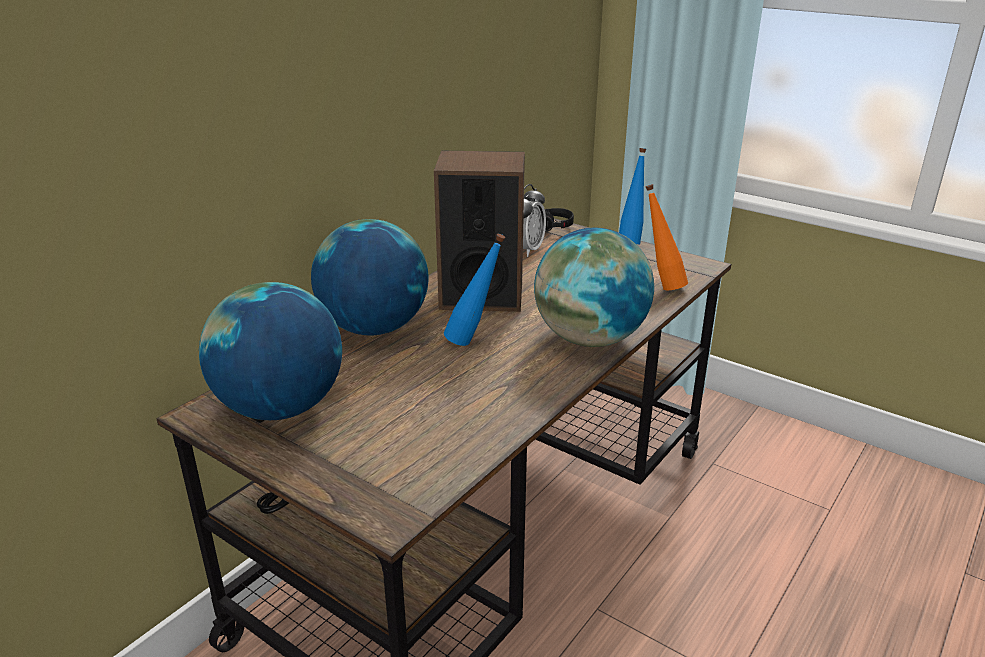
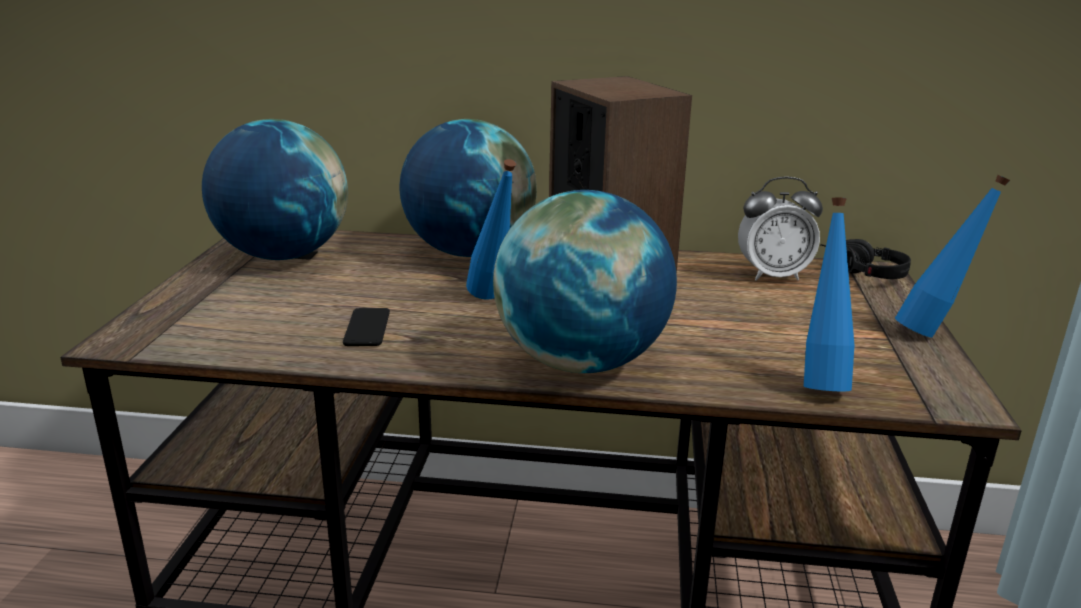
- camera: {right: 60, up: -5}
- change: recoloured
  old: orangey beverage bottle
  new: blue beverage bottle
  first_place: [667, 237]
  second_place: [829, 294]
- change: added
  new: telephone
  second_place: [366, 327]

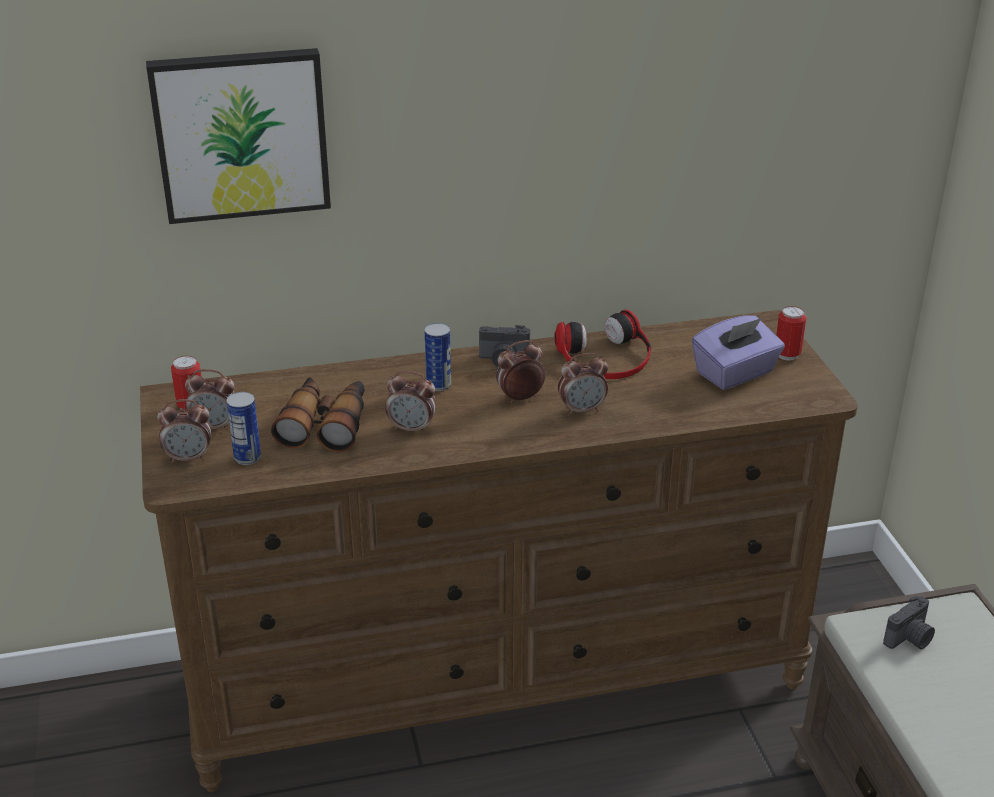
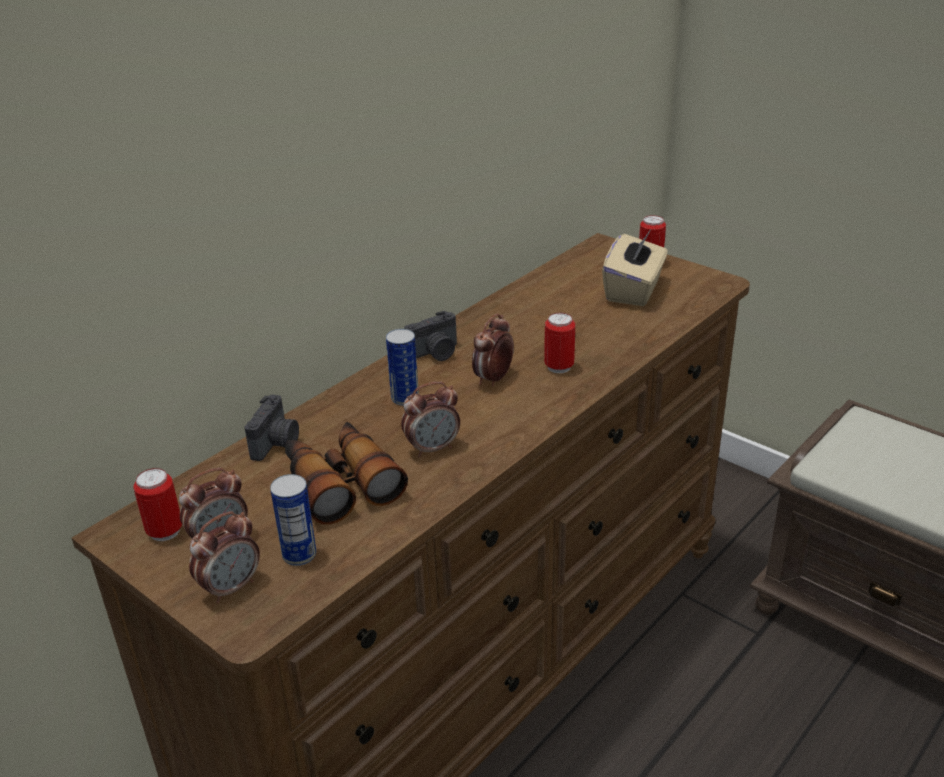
- camera: {right: -35, up: 0}
- change: removed
  old: wall art
  first_place: [238, 136]
- change: removed
  old: pair of headphones
  first_place: [602, 344]
- change: replaced
  old: bedside clock
  new: metal can
  first_place: [583, 384]
  second_place: [559, 343]
- change: recoloured
  old: purple tissue holder
  new: beige tissue holder
  first_place: [738, 352]
  second_place: [635, 268]
- change: moved
  old: photo camera
  first_place: [909, 622]
  second_place: [271, 427]

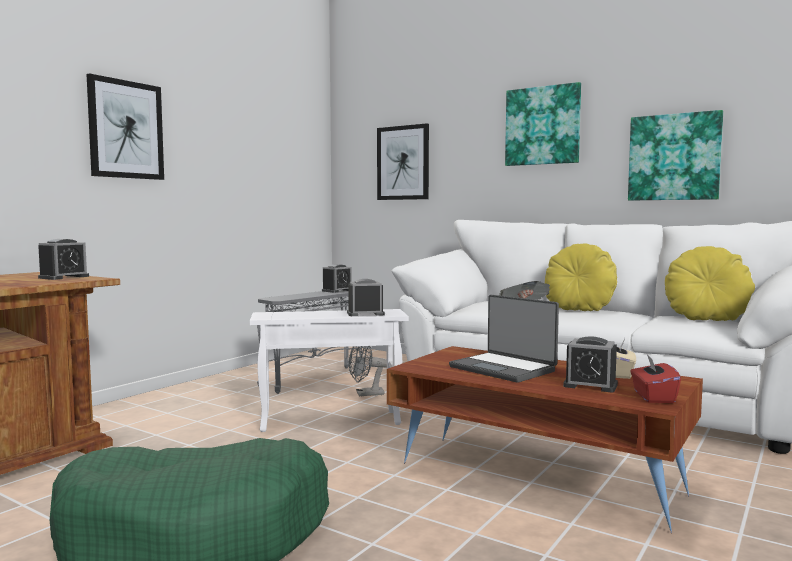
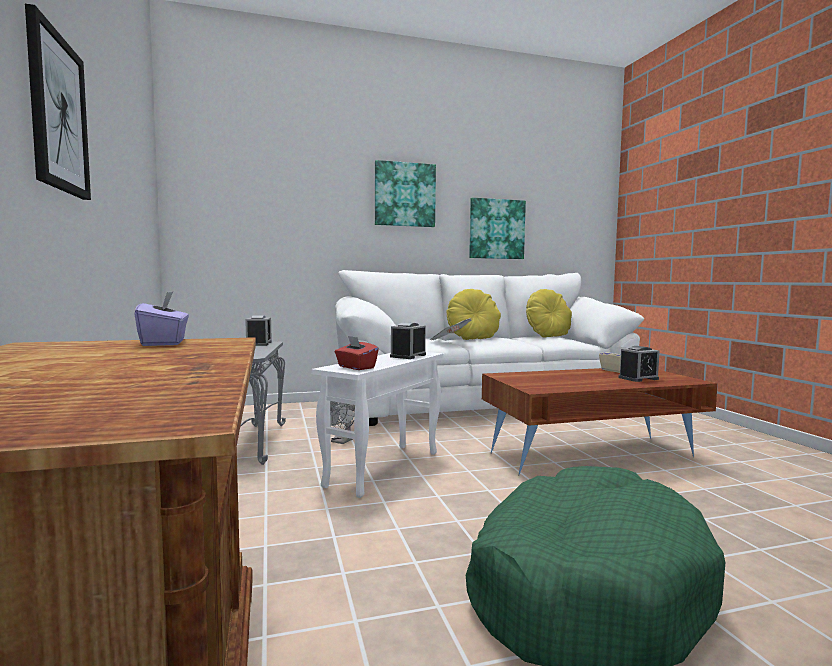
- camera: {right: -50, up: 0}
- change: replaced
  old: bedside clock
  new: purple tissue holder
  first_place: [63, 259]
  second_place: [161, 319]
- change: removed
  old: wall art
  first_place: [403, 161]
- change: removed
  old: laptop
  first_place: [504, 338]
- change: moved
  old: red tissue holder
  first_place: [655, 379]
  second_place: [357, 353]

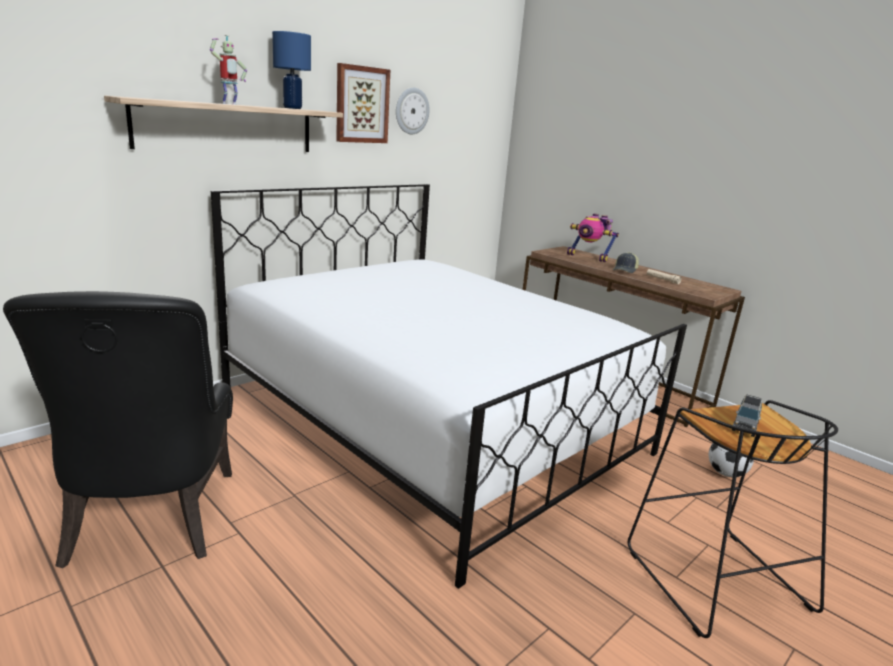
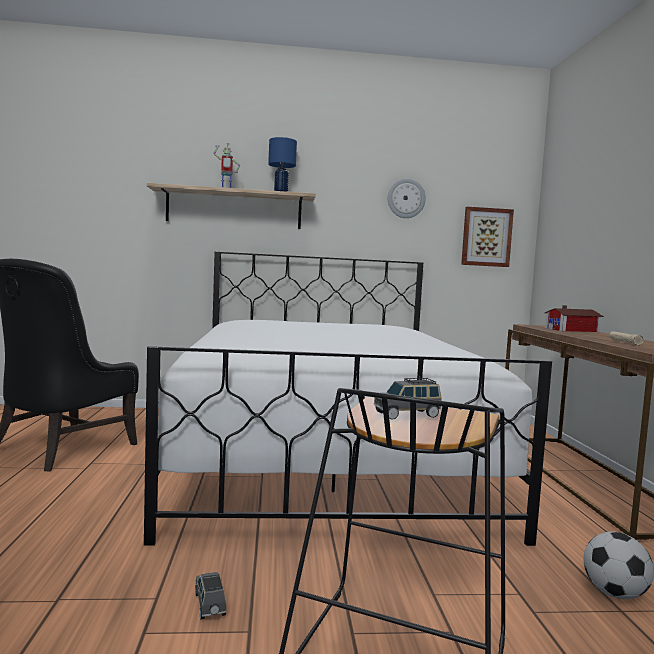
- camera: {right: 40, up: -15}
- change: moved
  old: wall art
  first_place: [363, 103]
  second_place: [487, 237]
- change: replaced
  old: toy robot
  new: toy house
  first_place: [593, 238]
  second_place: [574, 318]
- change: removed
  old: peaked cap
  first_place: [626, 262]
- change: added
  new: gray miniature car
  second_place: [210, 596]

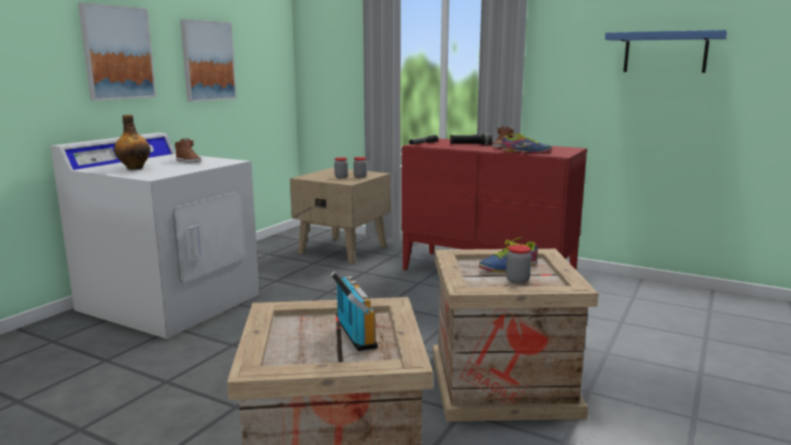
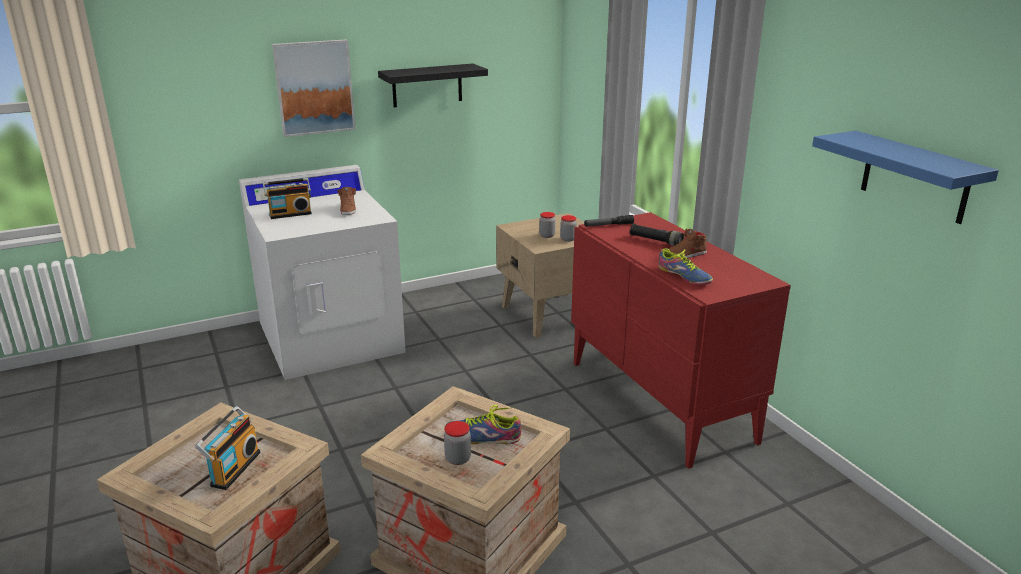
- camera: {right: 35, up: 10}
- change: replaced
  old: beverage bottle
  new: radio receiver
  first_place: [132, 142]
  second_place: [287, 198]
- change: replaced
  old: wall art
  new: black shelf
  first_place: [208, 60]
  second_place: [433, 85]

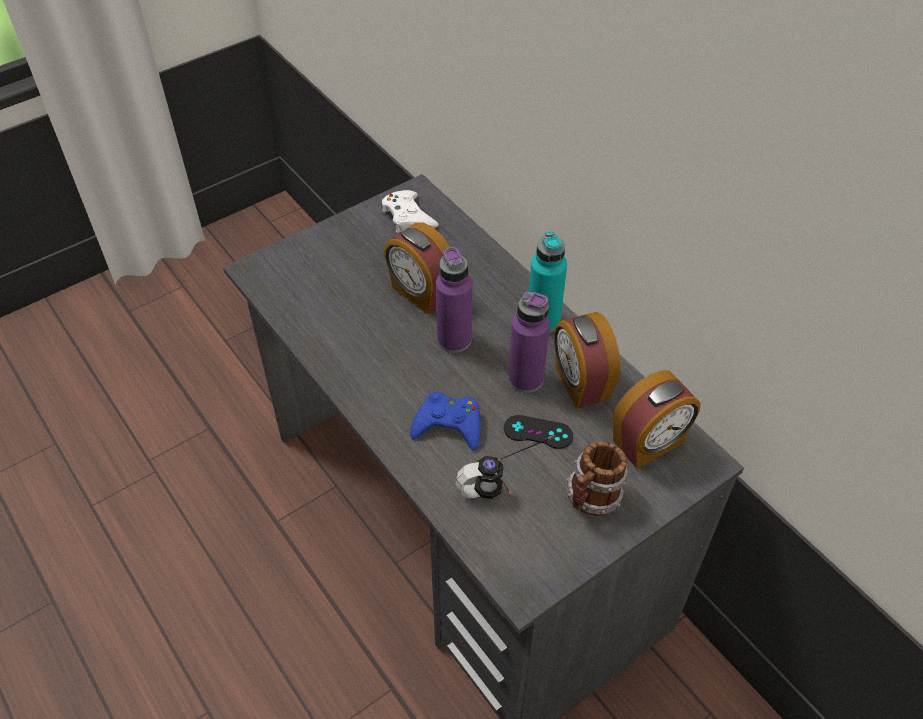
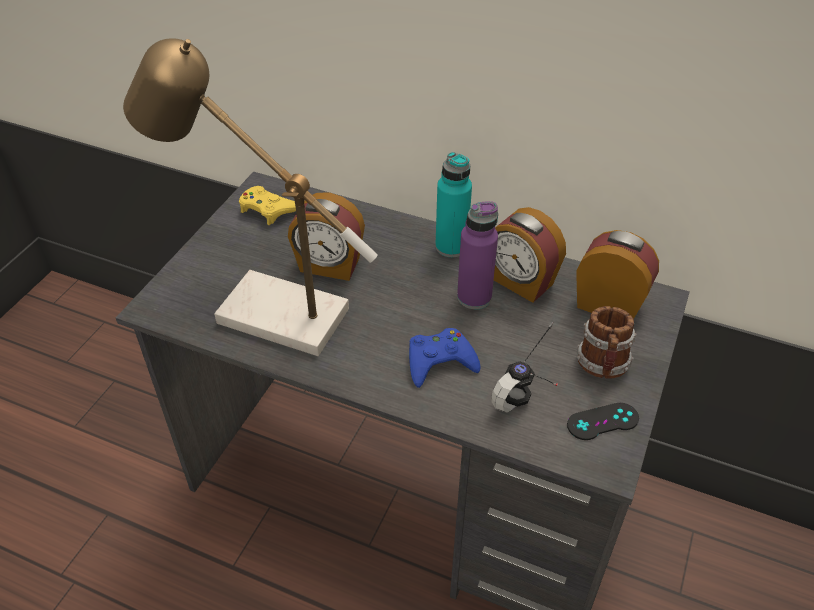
- camera: {right: -30, up: -5}
- change: recoloured
  old: white-coloured joypad
  new: yellow joypad
  first_place: [410, 211]
  second_place: [267, 205]
- change: removed
  old: purple beverage bottle
  first_place: [454, 300]
- change: moved
  old: black joypad
  first_place: [538, 432]
  second_place: [603, 421]
- change: turned
  old: bedside clock
  first_place: [656, 419]
  second_place: [617, 274]
  degrees: -90
- change: added
  new: tabletop lamp
  second_place: [250, 197]

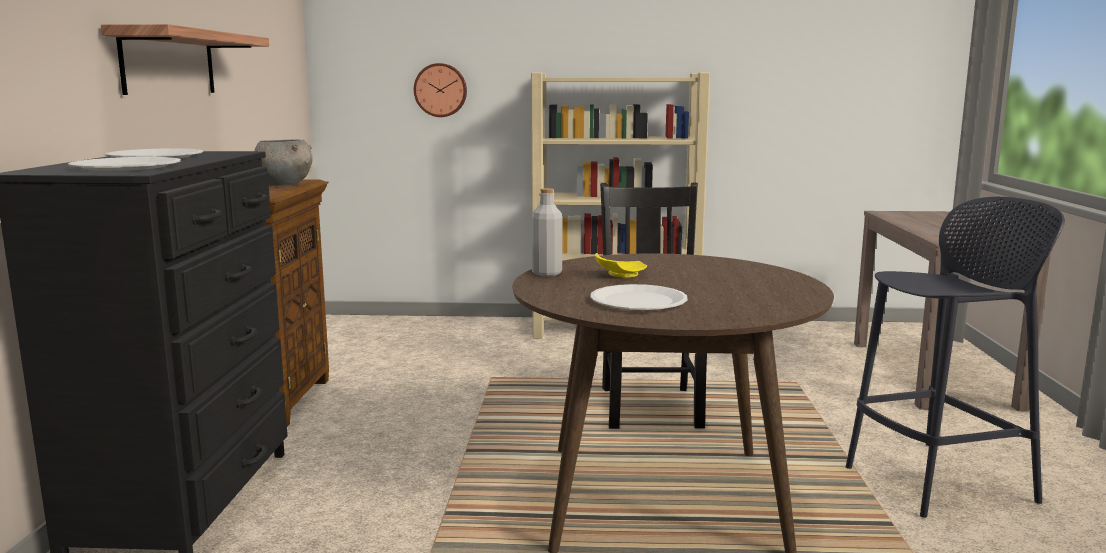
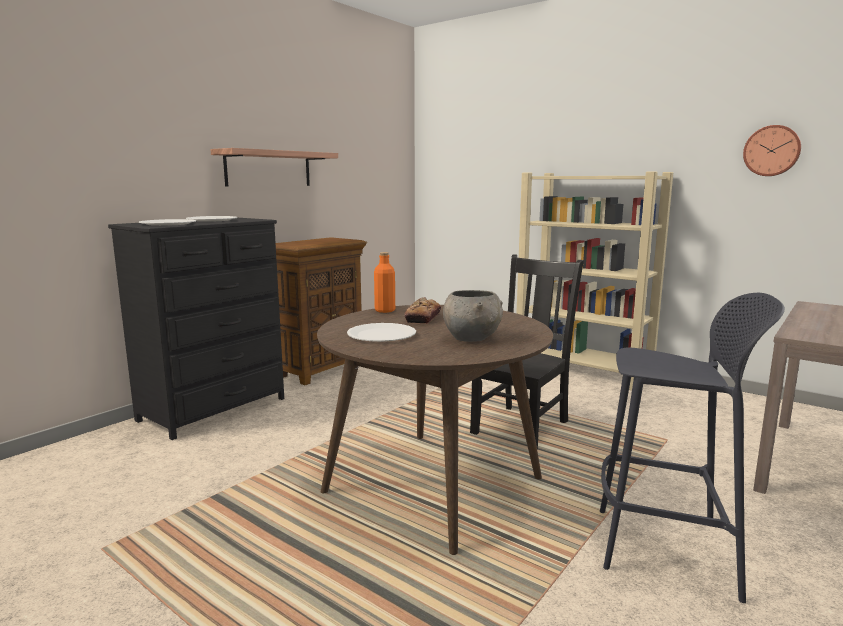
- camera: {right: 35, up: 0}
- change: moved
  old: gray deep dish
  first_place: [284, 162]
  second_place: [473, 316]
- change: moved
  old: wall clock
  first_place: [440, 90]
  second_place: [772, 150]
- change: recoloured
  old: gray beverage bottle
  new: orangey beverage bottle
  first_place: [546, 232]
  second_place: [384, 282]
- change: replaced
  old: yellow dinner plate
  new: baked bread
  first_place: [621, 265]
  second_place: [422, 310]

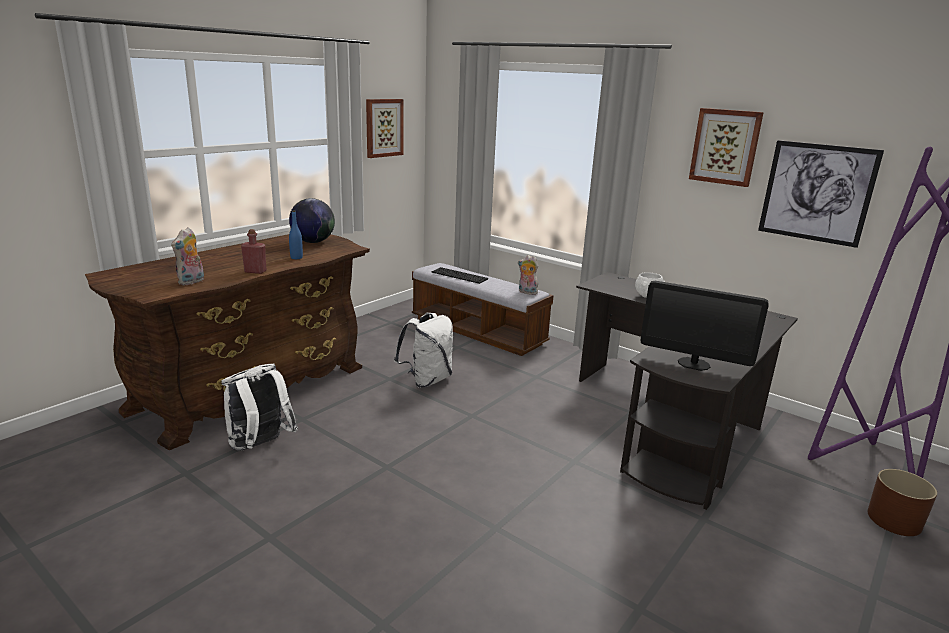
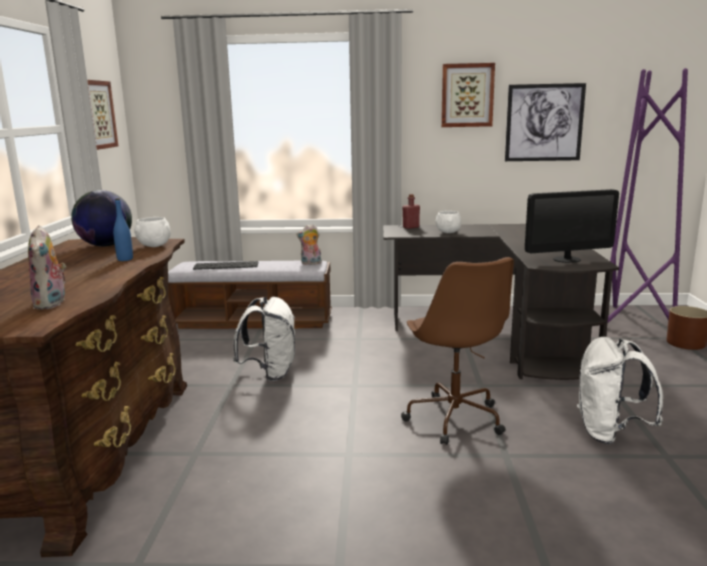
- camera: {right: -35, up: -5}
- change: moved
  old: white-coloured knapsack
  first_place: [259, 407]
  second_place: [620, 390]
- change: moved
  old: red beverage bottle
  first_place: [254, 251]
  second_place: [411, 211]
- change: added
  new: white-coloured deep dish
  second_place: [152, 232]
- change: added
  new: brown office chair
  second_place: [457, 351]

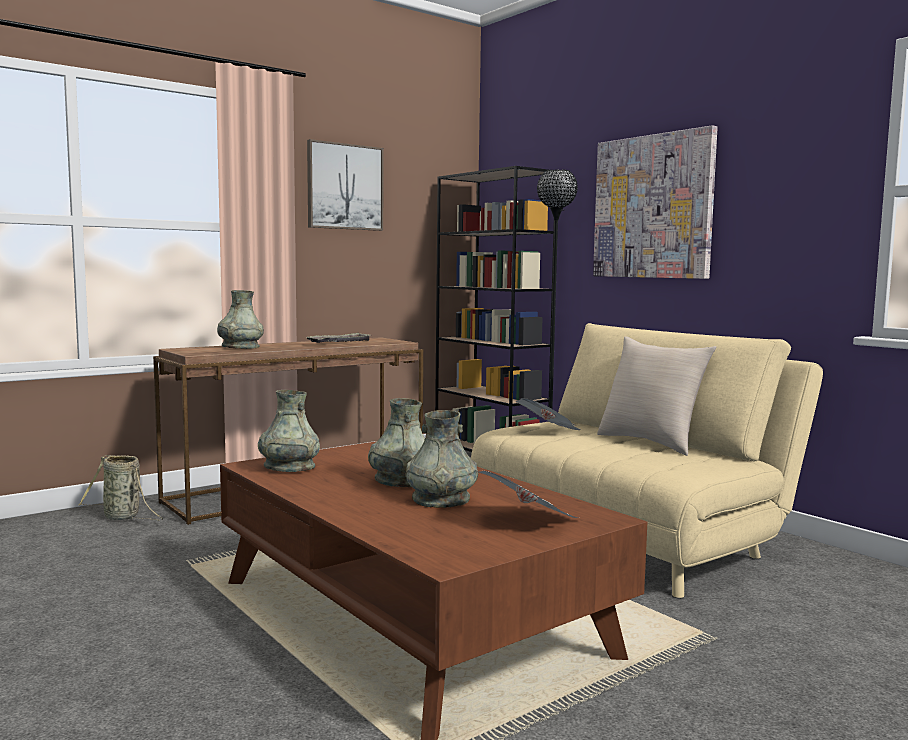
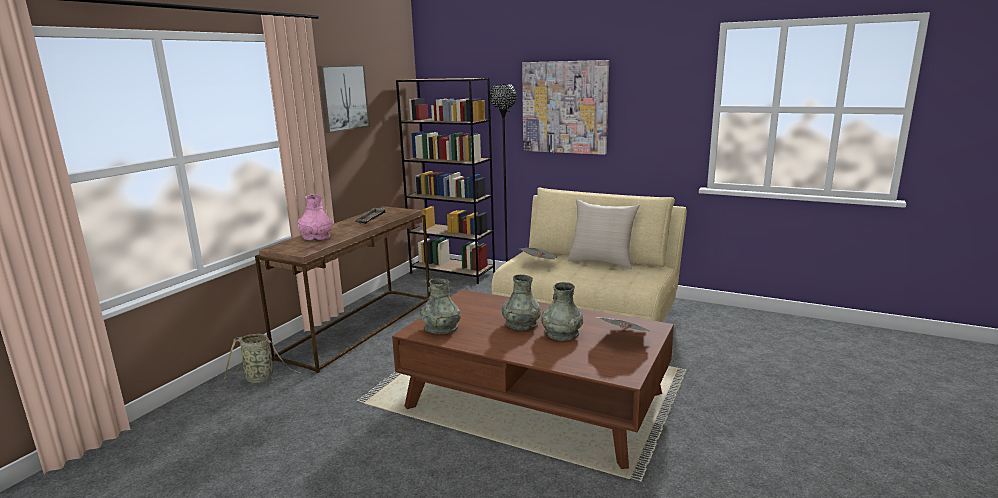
- camera: {right: -25, up: 10}
- change: recoloured
  old: gray vase
  new: pink vase
  first_place: [240, 319]
  second_place: [315, 217]

